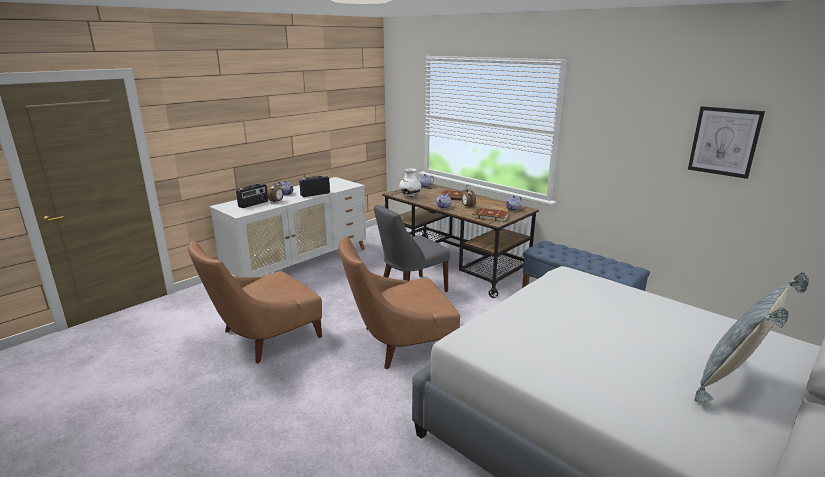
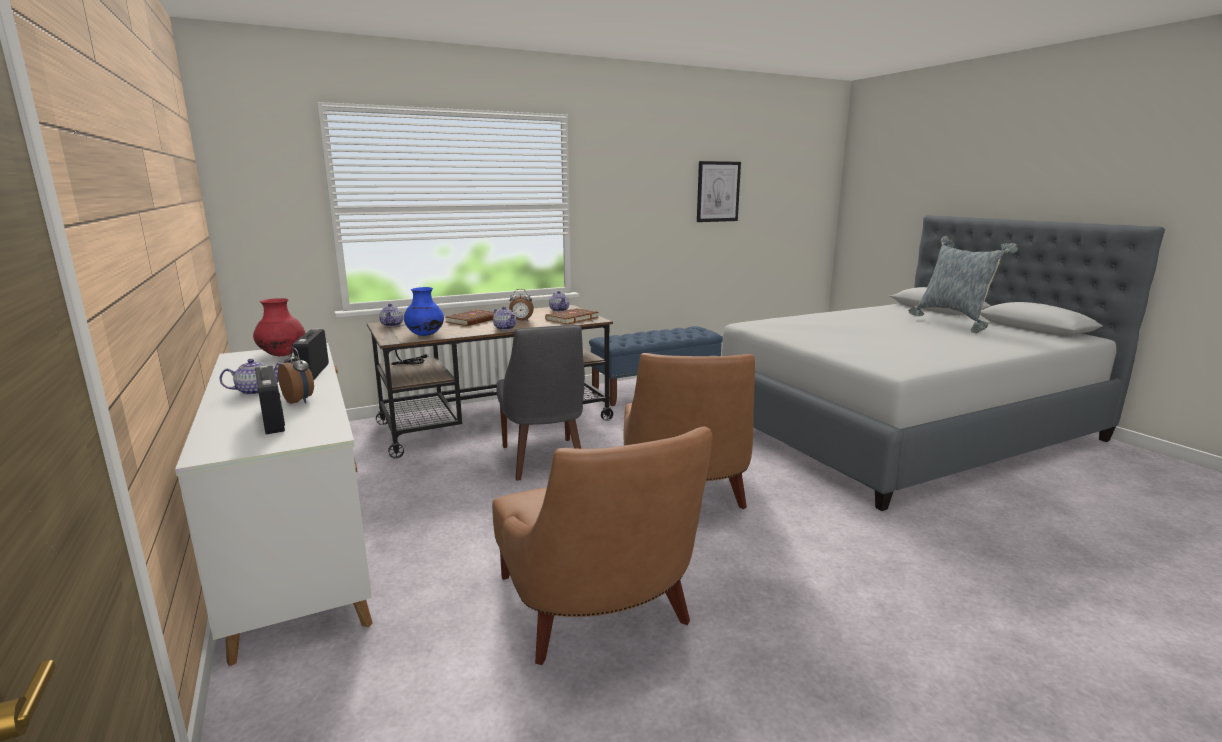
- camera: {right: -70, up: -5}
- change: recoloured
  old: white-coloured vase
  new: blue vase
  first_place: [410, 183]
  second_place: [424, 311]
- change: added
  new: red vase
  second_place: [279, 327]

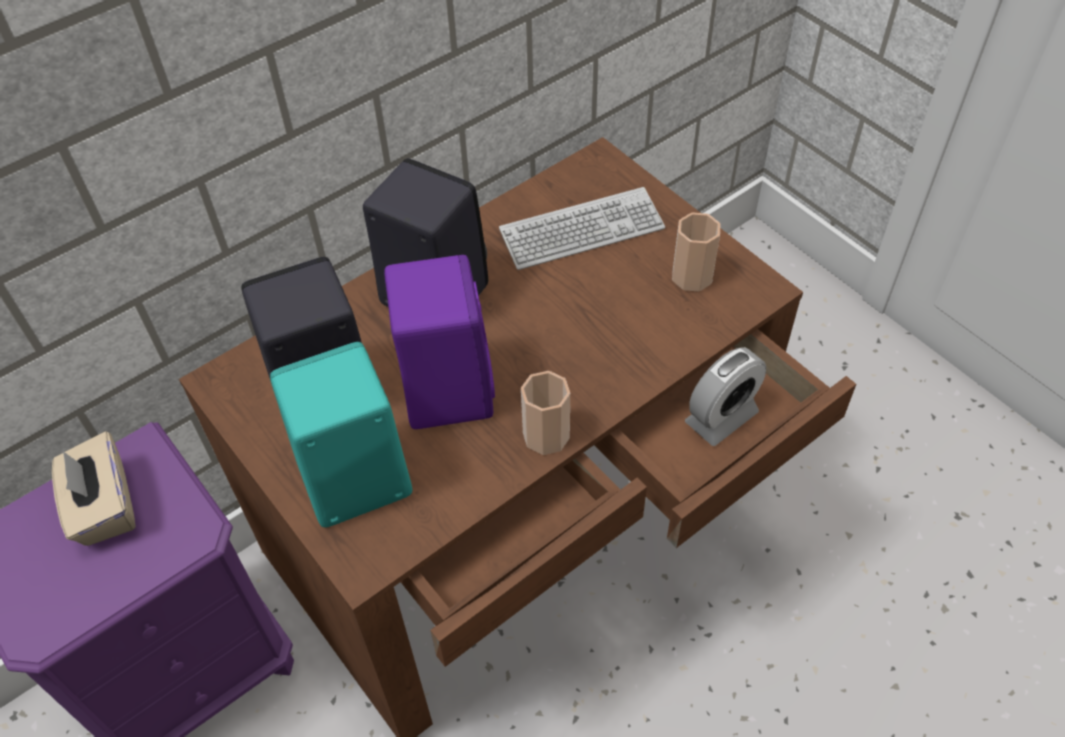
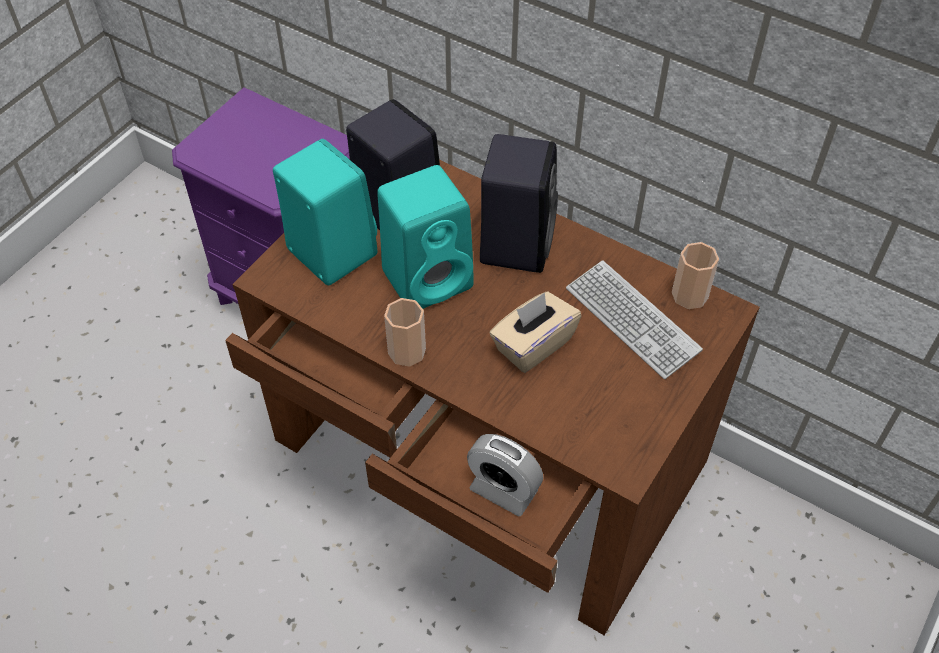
- camera: {right: 70, up: 0}
- change: moved
  old: beige tissue holder
  first_place: [94, 488]
  second_place: [535, 332]
- change: recoloured
  old: purple speaker
  new: blue-green speaker
  first_place: [439, 342]
  second_place: [425, 237]
- change: moved
  old: drinking cup
  first_place: [696, 251]
  second_place: [695, 275]

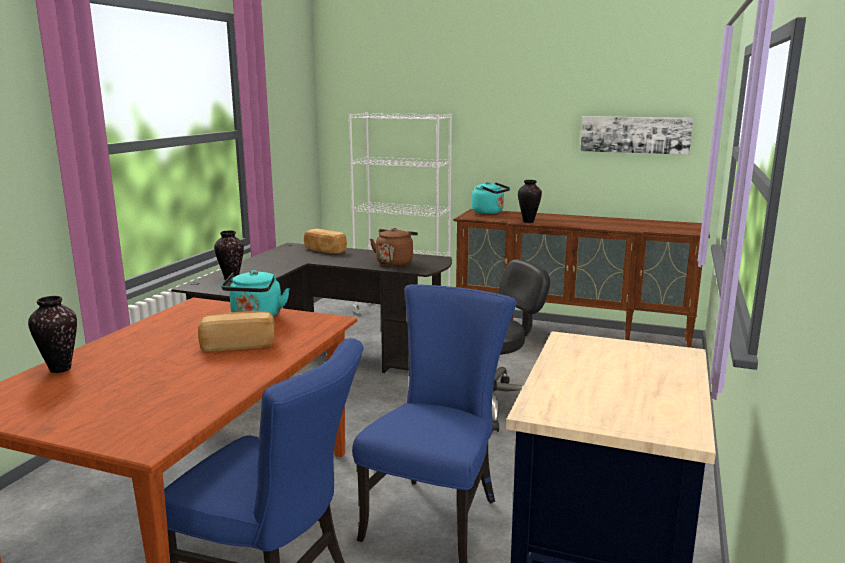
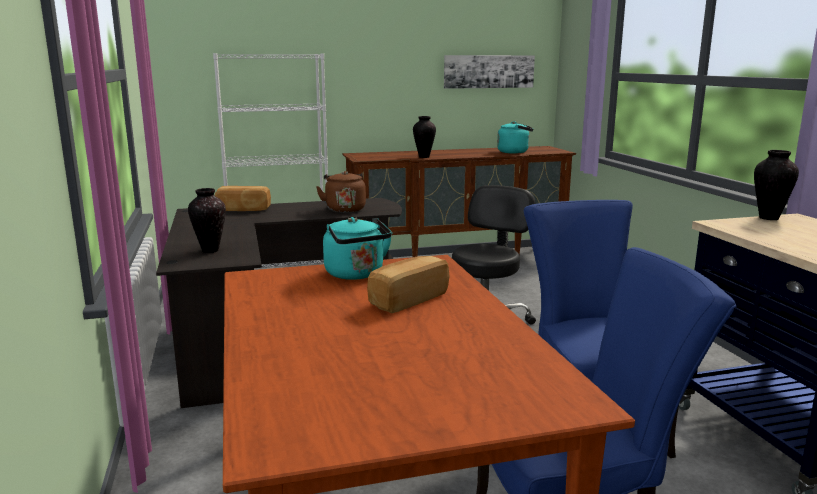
- camera: {right: -35, up: 0}
- change: moved
  old: vase
  first_place: [52, 334]
  second_place: [776, 185]
- change: moved
  old: blue-green kettle
  first_place: [491, 198]
  second_place: [515, 137]

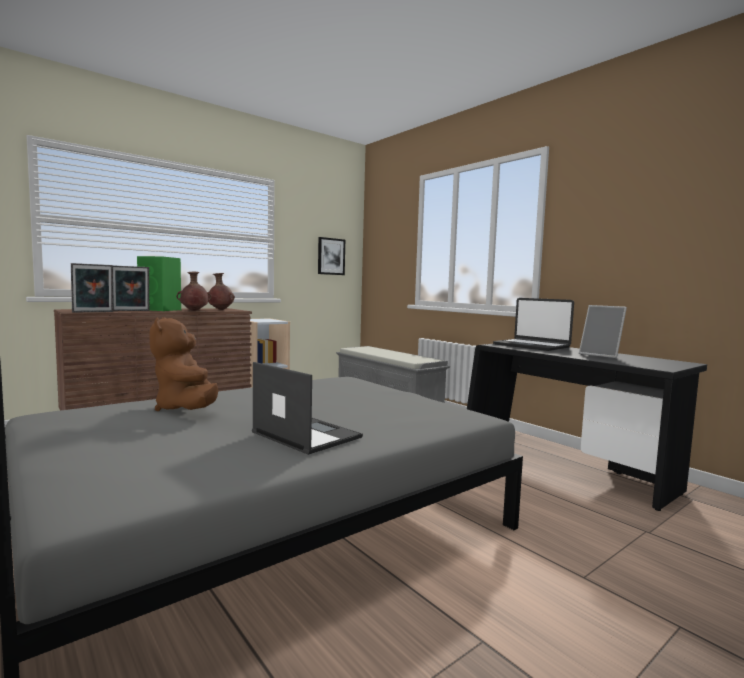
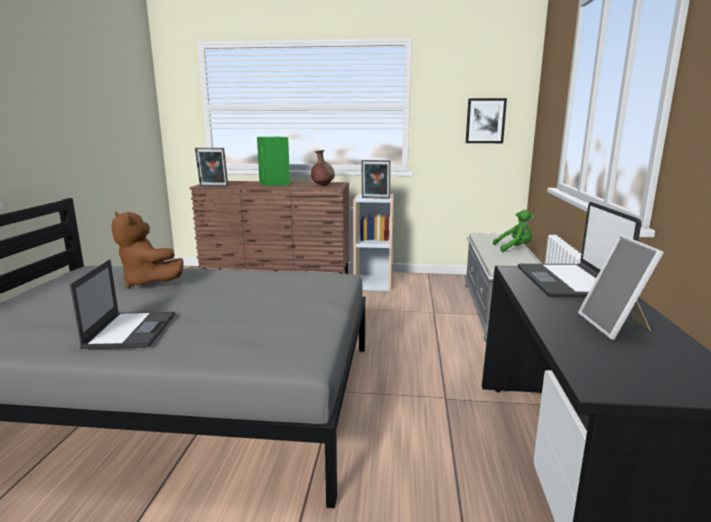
- camera: {right: 45, up: 10}
- change: moved
  old: picture frame
  first_place: [131, 288]
  second_place: [375, 179]
- change: turned
  old: brown plush toy
  first_place: [183, 364]
  second_place: [148, 250]
  degrees: -75
- change: removed
  old: brown vase
  first_place: [194, 291]
- change: added
  new: greenish plush toy
  second_place: [513, 231]

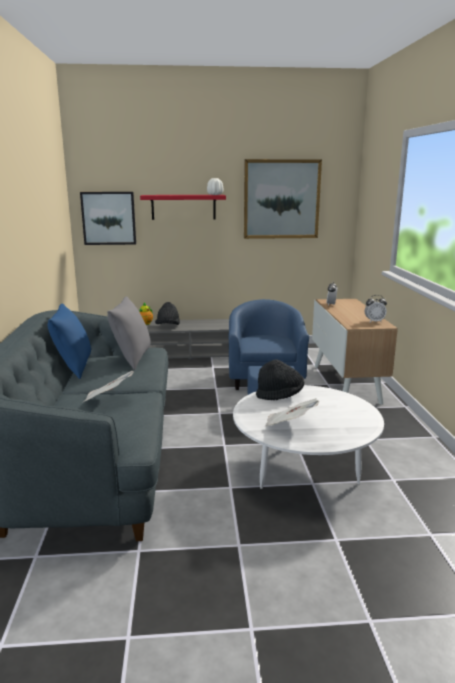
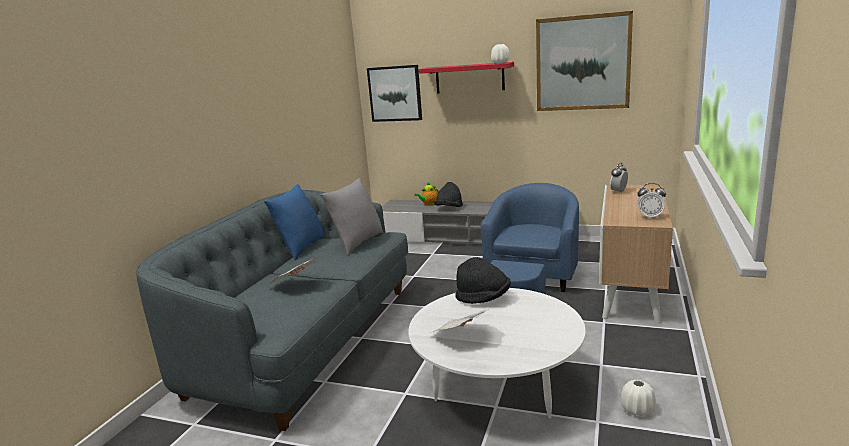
- camera: {right: 25, up: 0}
- change: added
  new: white-coloured vase
  second_place: [638, 398]

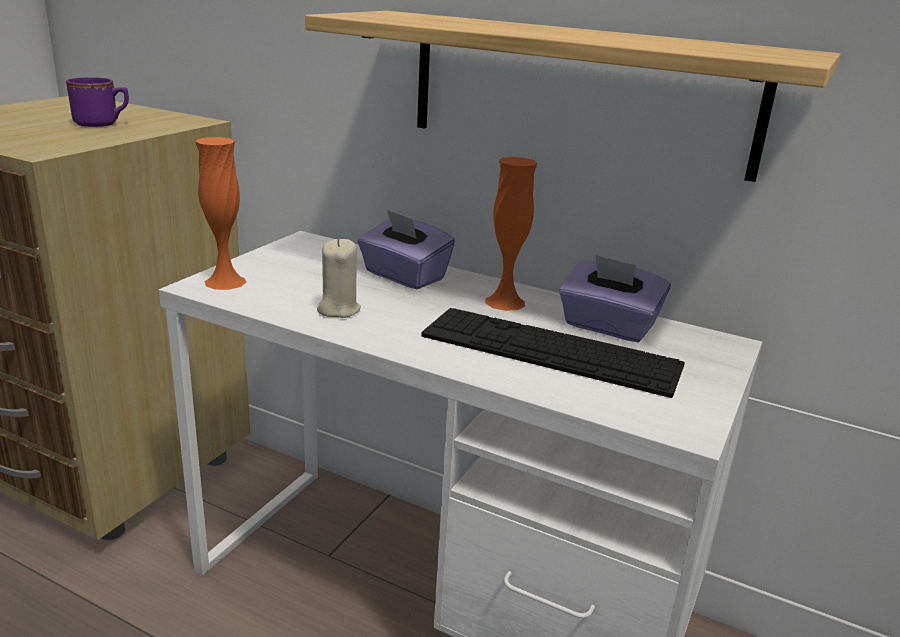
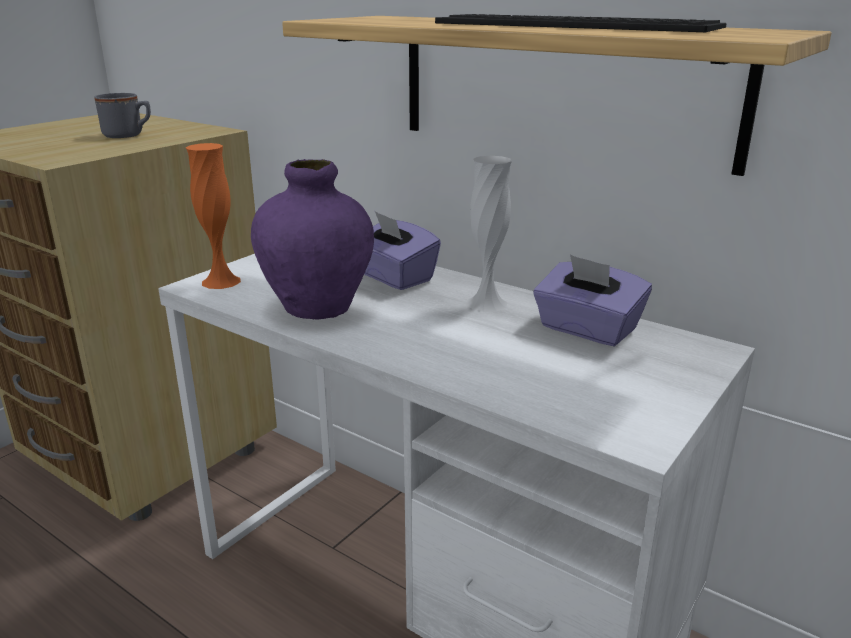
- camera: {right: 10, up: 0}
- change: recoloured
  old: purple tea mug
  new: gray tea mug
  first_place: [97, 102]
  second_place: [122, 115]
- change: replaced
  old: beige wax light
  new: purple vase
  first_place: [339, 278]
  second_place: [312, 239]
- change: moved
  old: keyboard
  first_place: [553, 353]
  second_place: [581, 23]
- change: recoloured
  old: orangey vase
  new: white-coloured vase
  first_place: [511, 234]
  second_place: [489, 234]

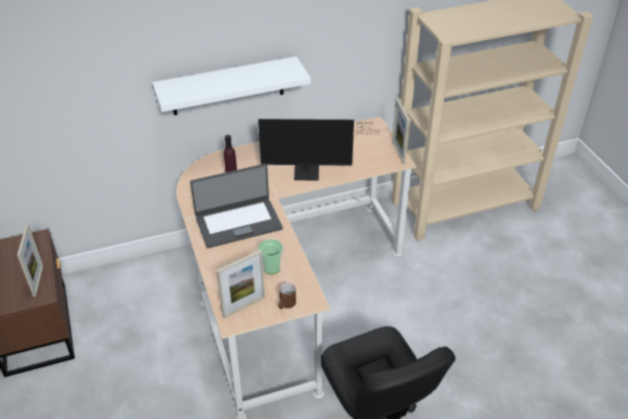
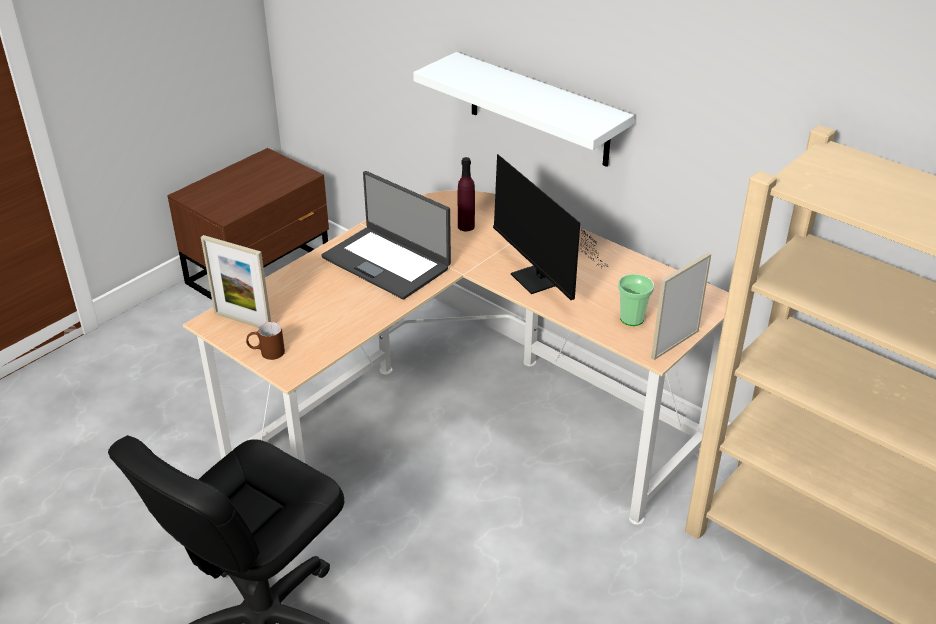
- camera: {right: 60, up: -5}
- change: removed
  old: picture frame
  first_place: [30, 260]
- change: moved
  old: drinking cup
  first_place: [271, 256]
  second_place: [636, 300]

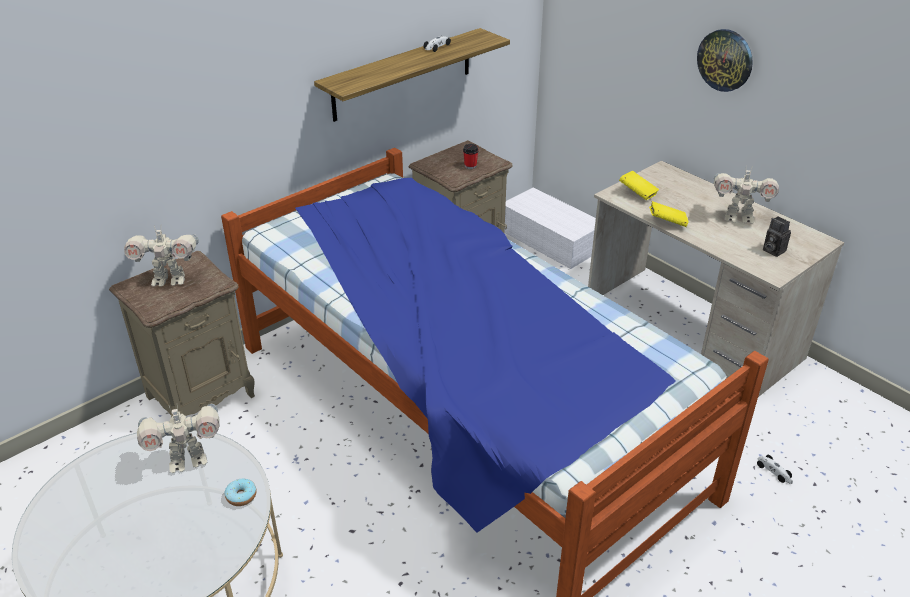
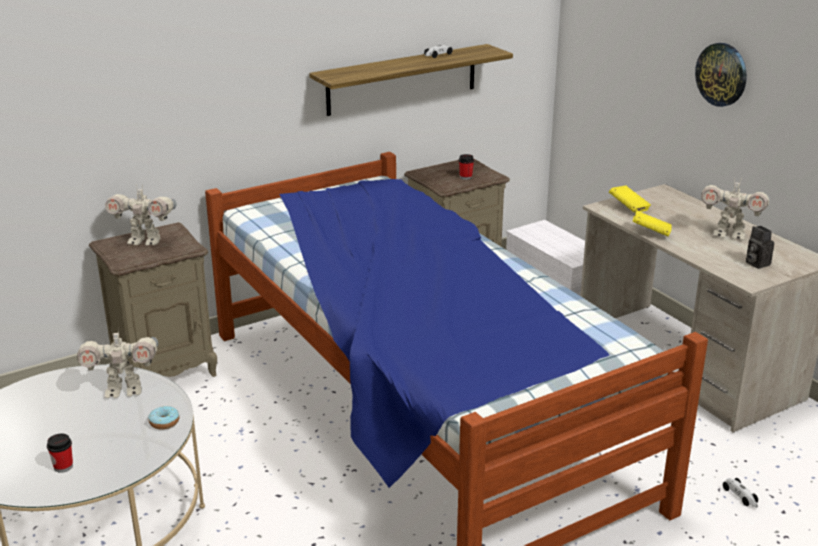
- camera: {right: 10, up: -10}
- change: added
  new: drinking cup
  second_place: [60, 453]

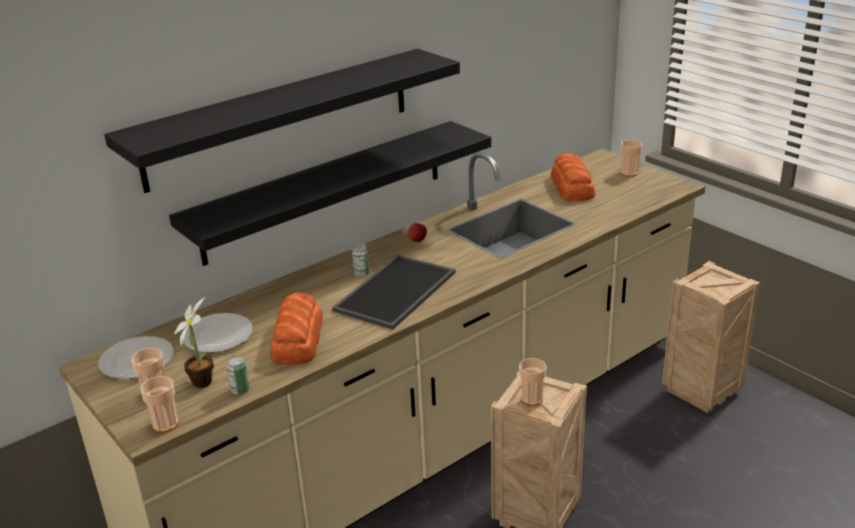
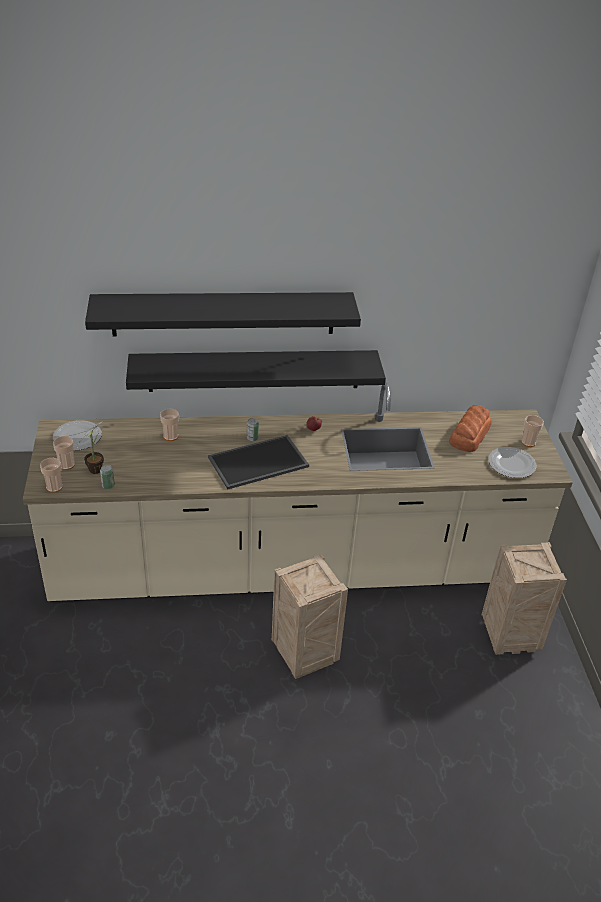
- camera: {right: 30, up: 10}
- change: moved
  old: dinner plate
  first_place: [218, 333]
  second_place: [512, 462]
- change: removed
  old: baked bread
  first_place: [296, 328]
- change: moved
  old: drinking cup
  first_place: [532, 382]
  second_place: [169, 424]

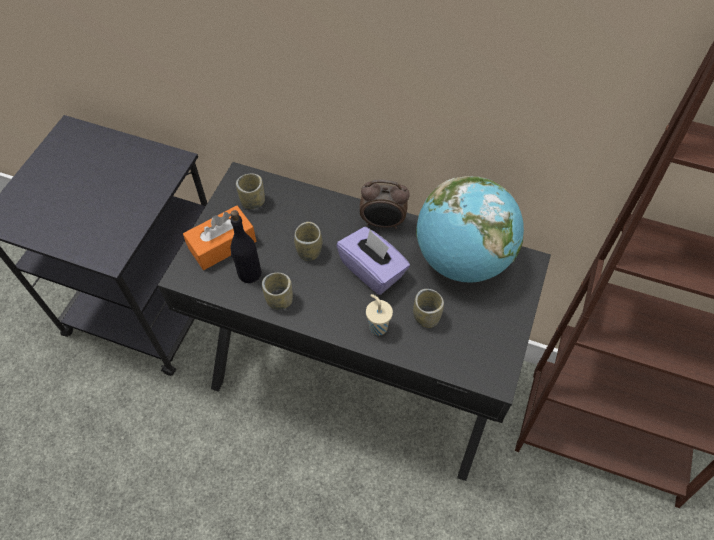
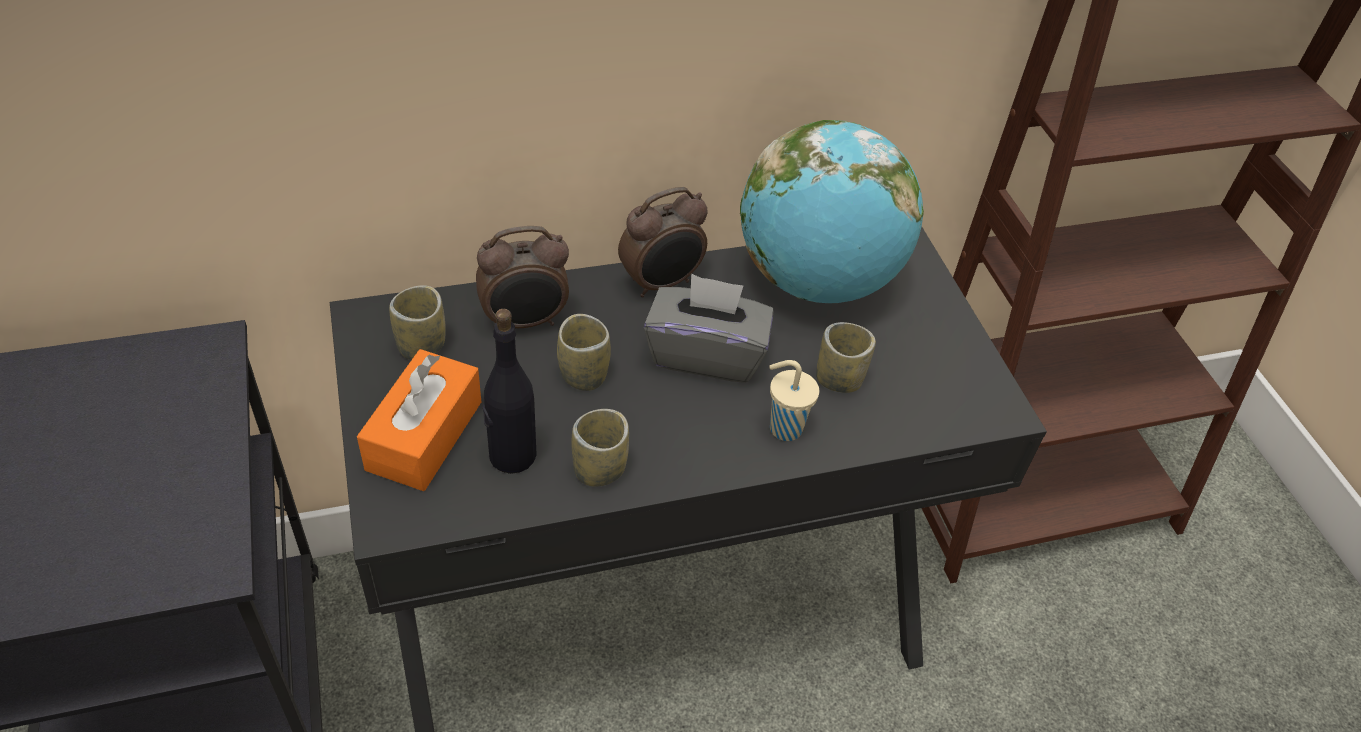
- camera: {right: -40, up: -10}
- change: recoloured
  old: purple tissue holder
  new: gray tissue holder
  first_place: [373, 261]
  second_place: [709, 328]
- change: added
  new: bedside clock
  second_place: [522, 277]

